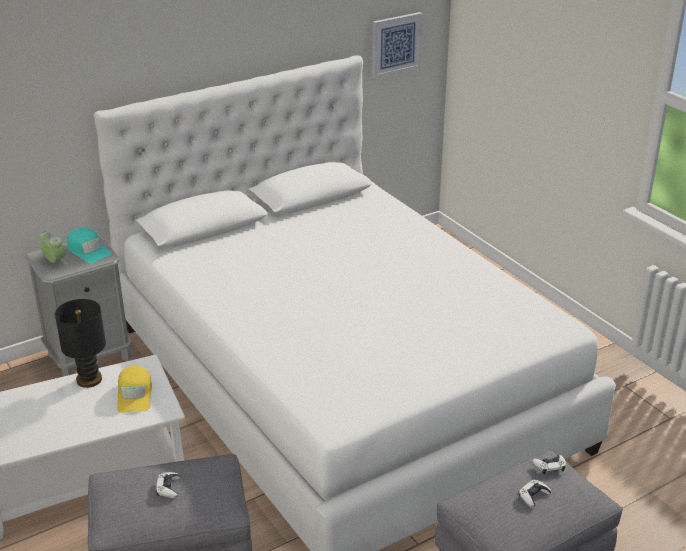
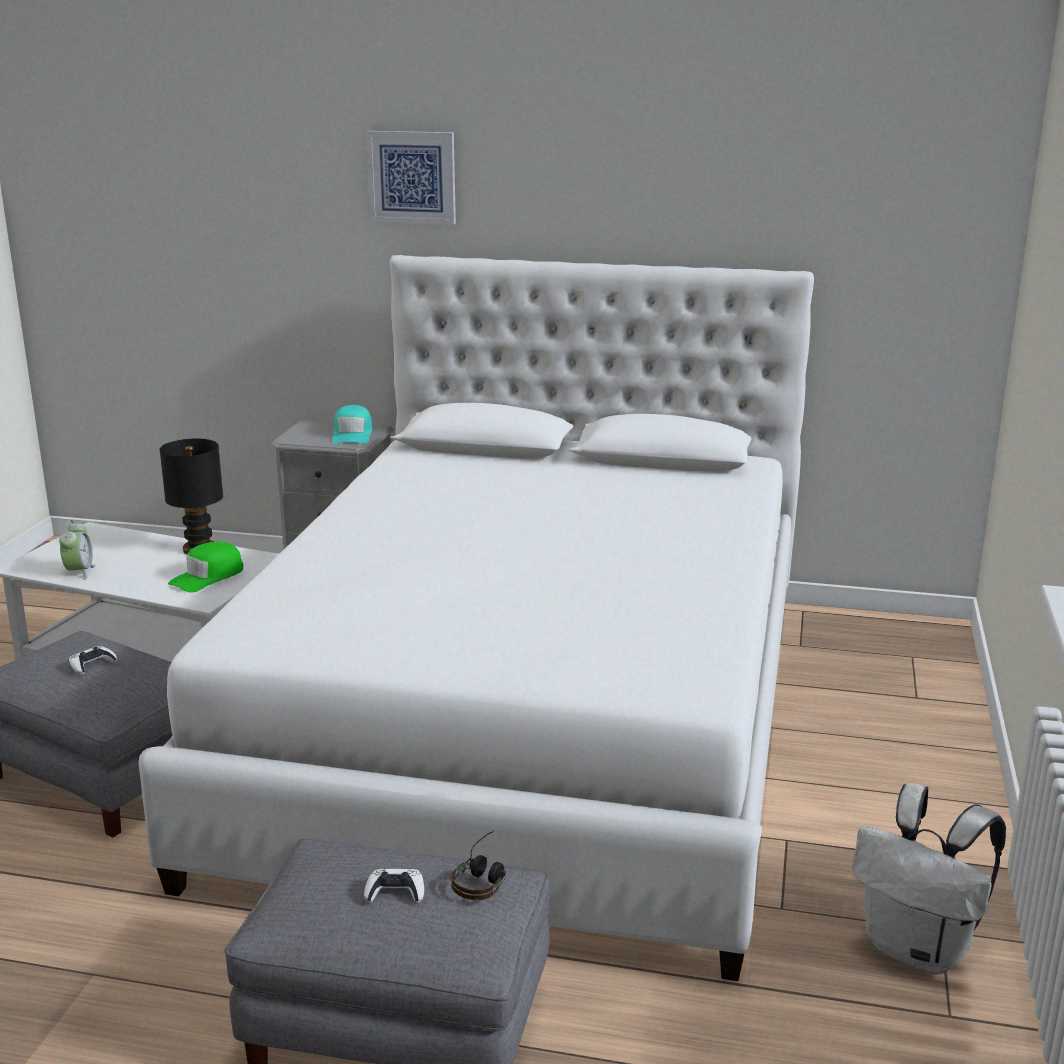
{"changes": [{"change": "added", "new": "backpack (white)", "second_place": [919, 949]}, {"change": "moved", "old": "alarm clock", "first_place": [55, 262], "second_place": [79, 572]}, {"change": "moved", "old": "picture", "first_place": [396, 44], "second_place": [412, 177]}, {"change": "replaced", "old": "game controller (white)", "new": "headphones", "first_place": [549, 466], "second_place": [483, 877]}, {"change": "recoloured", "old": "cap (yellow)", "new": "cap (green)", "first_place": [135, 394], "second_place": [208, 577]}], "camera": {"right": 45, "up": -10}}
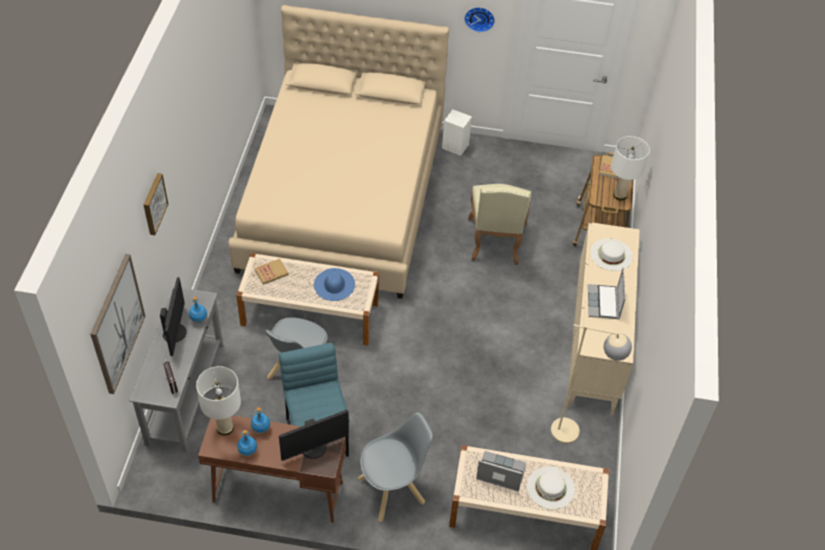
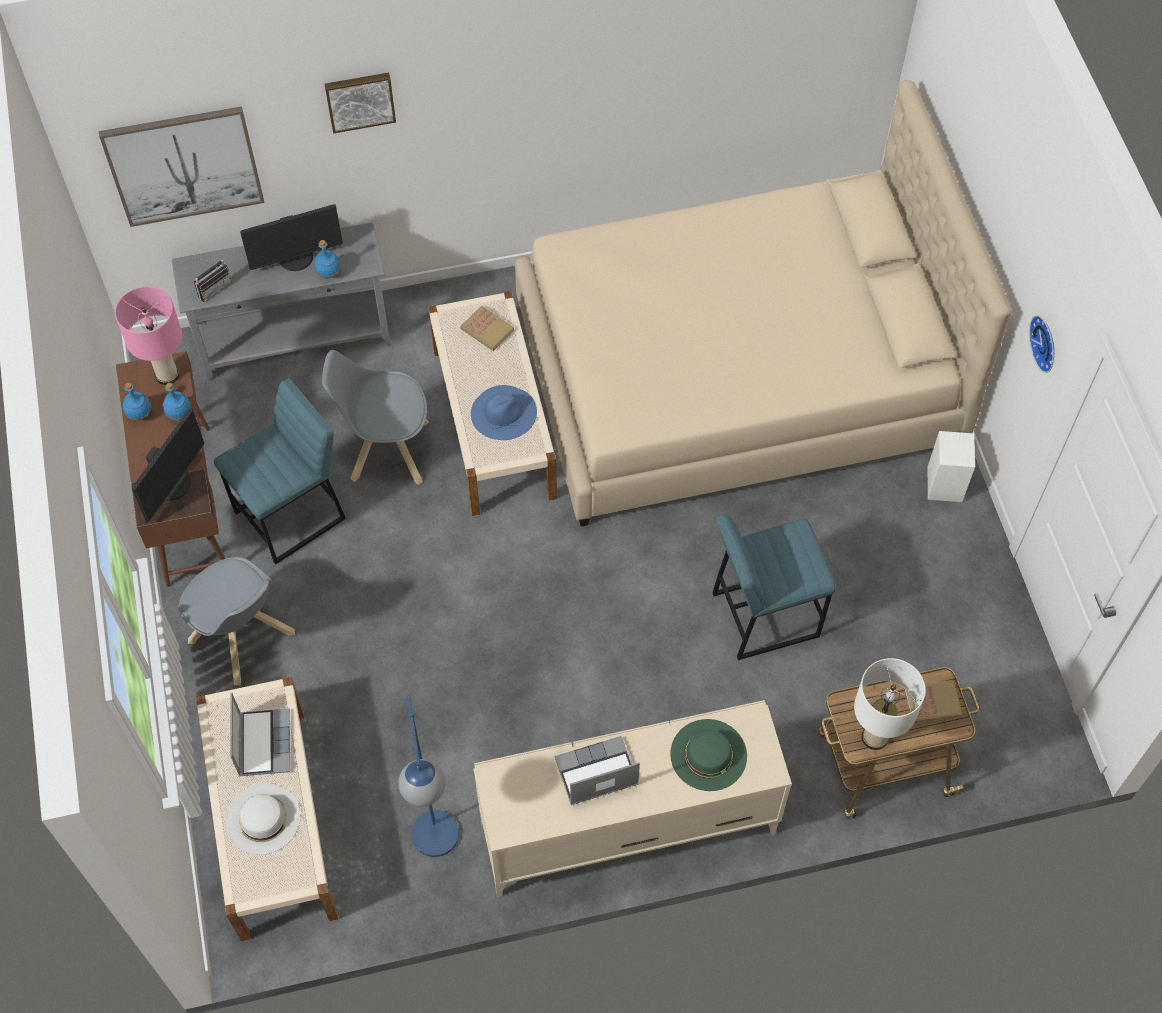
{"changes": [{"change": "replaced", "old": "chair (beige)", "new": "stool (blue)", "first_place": [495, 243], "second_place": [762, 615]}, {"change": "recoloured", "old": "table lamp (white)", "new": "table lamp (pink)", "first_place": [225, 428], "second_place": [167, 375]}, {"change": "recoloured", "old": "floor lamp (beige)", "new": "floor lamp (blue)", "first_place": [575, 433], "second_place": [438, 850]}, {"change": "recoloured", "old": "hat (white)", "new": "hat (green)", "first_place": [611, 254], "second_place": [708, 755]}, {"change": "turned", "old": "monitor", "first_place": [314, 448], "second_place": [173, 485], "degrees": -105}], "camera": {"right": 70, "up": 10}}
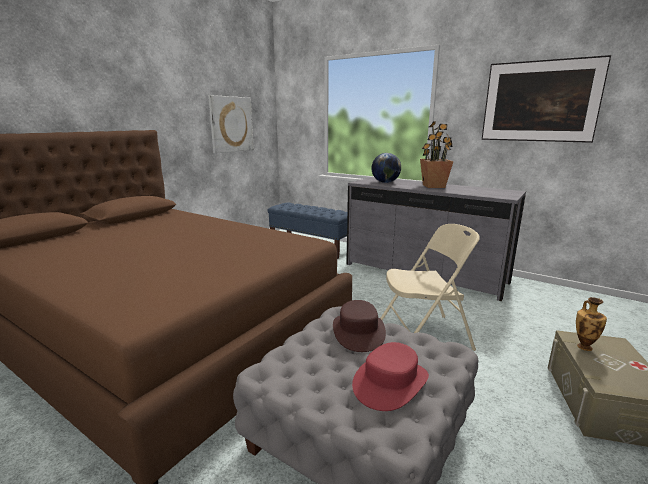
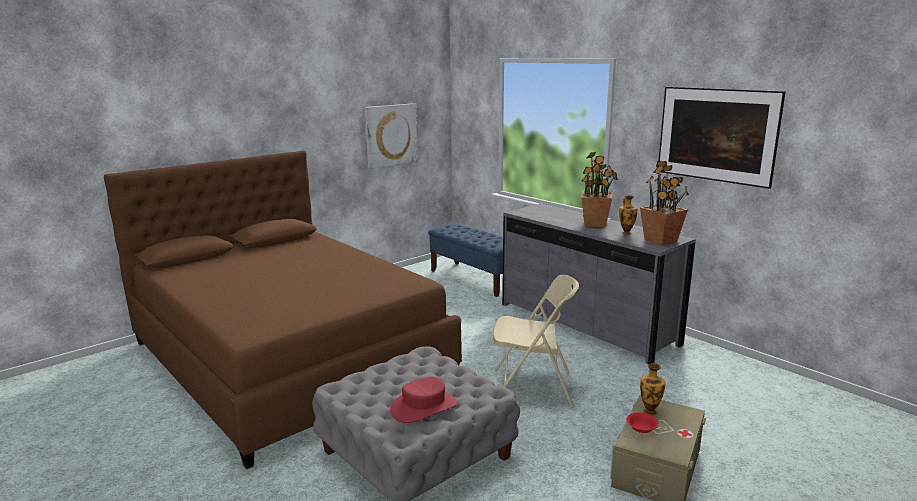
{"changes": [{"change": "removed", "old": "hat (brown)", "first_place": [358, 332]}, {"change": "removed", "old": "globe", "first_place": [385, 182]}, {"change": "added", "new": "vase", "second_place": [626, 233]}, {"change": "added", "new": "bowl (red)", "second_place": [642, 428]}, {"change": "added", "new": "potted plant", "second_place": [661, 240]}], "camera": {"right": 15, "up": 0}}
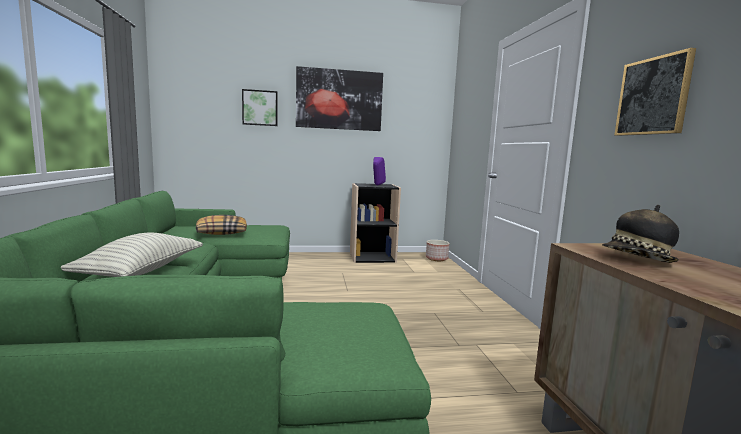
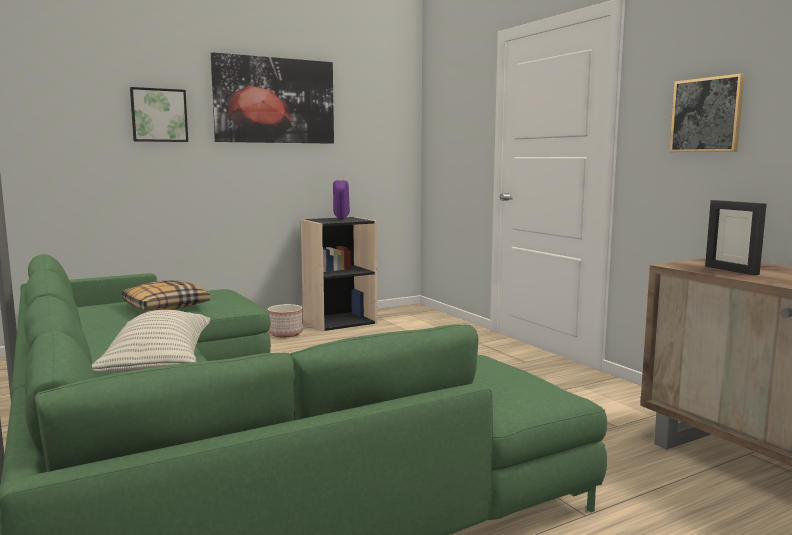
{"changes": [{"change": "moved", "old": "planter", "first_place": [436, 258], "second_place": [285, 333]}, {"change": "replaced", "old": "hat", "new": "picture frame", "first_place": [637, 260], "second_place": [732, 270]}], "camera": {"right": -20, "up": 0}}
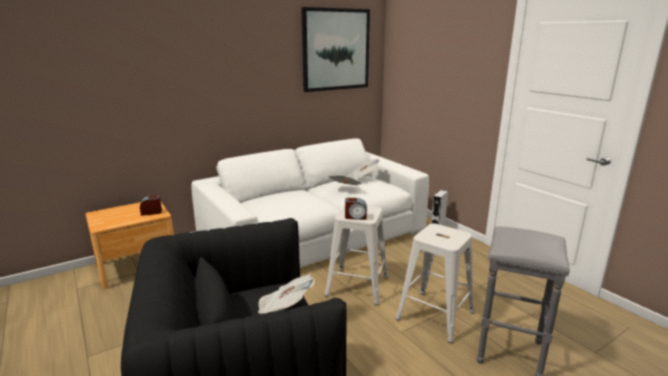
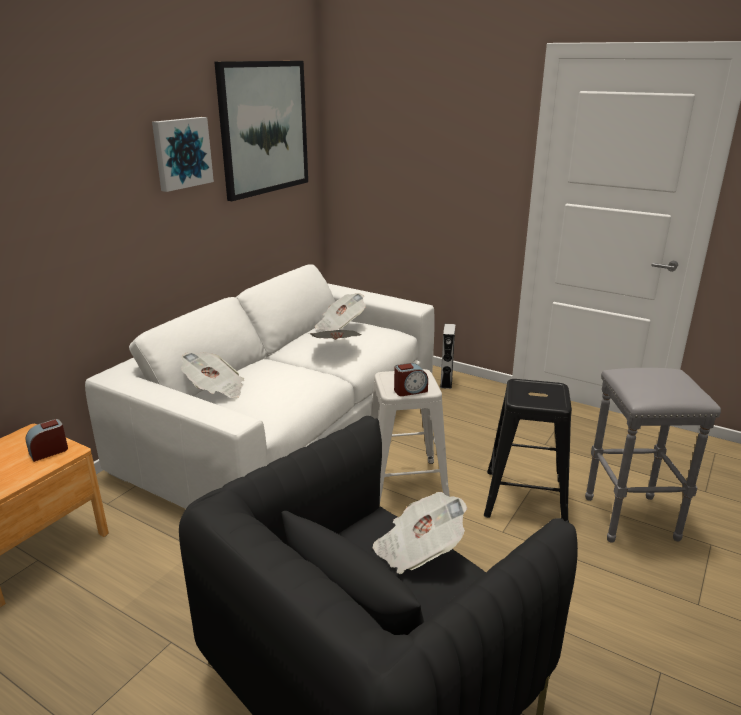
{"changes": [{"change": "added", "new": "picture", "second_place": [181, 153]}, {"change": "added", "new": "newspaper", "second_place": [215, 389]}, {"change": "recoloured", "old": "stool (white)", "new": "stool (black)", "first_place": [435, 315], "second_place": [525, 498]}], "camera": {"right": -25, "up": 5}}
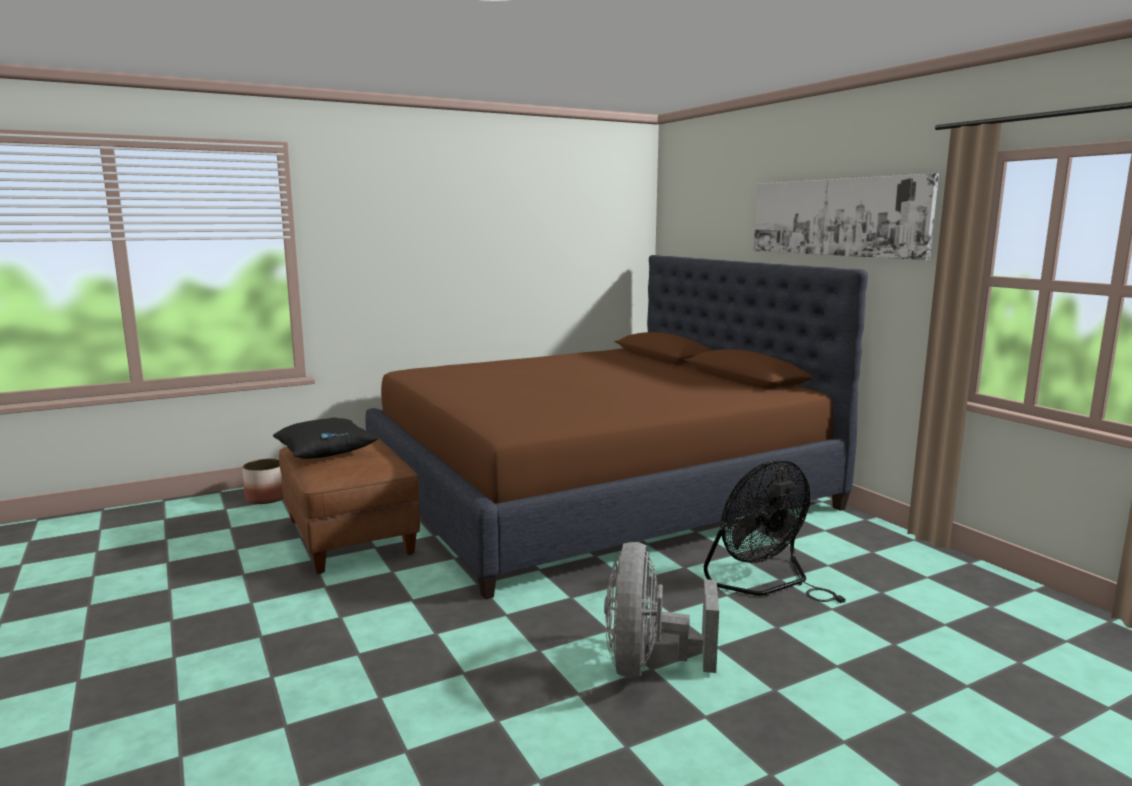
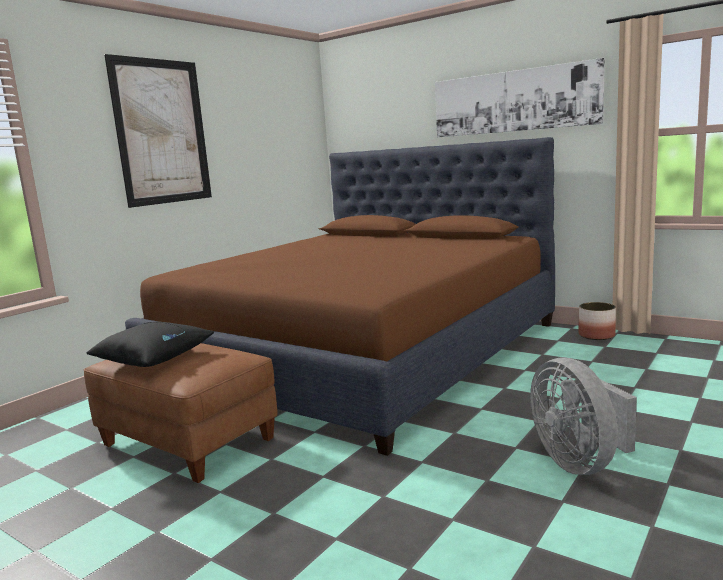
{"changes": [{"change": "removed", "old": "fan (black)", "first_place": [773, 582]}, {"change": "added", "new": "picture", "second_place": [162, 132]}, {"change": "moved", "old": "planter", "first_place": [267, 498], "second_place": [596, 335]}], "camera": {"right": -25, "up": 0}}
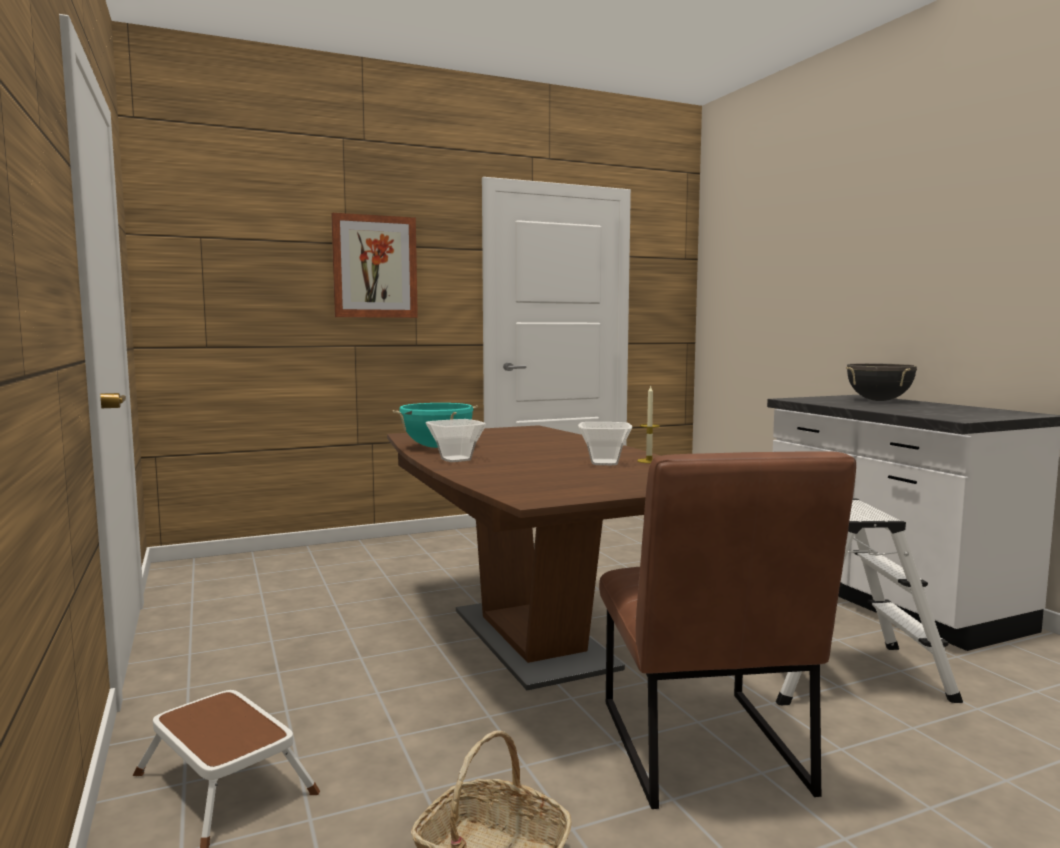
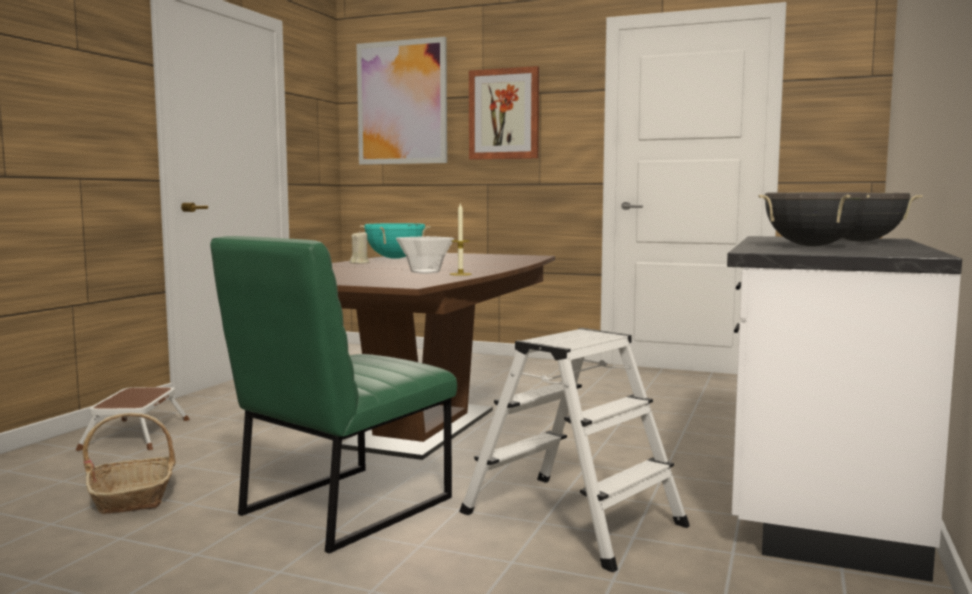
{"changes": [{"change": "added", "new": "picture", "second_place": [402, 103]}, {"change": "added", "new": "cooking pot (black)", "second_place": [811, 246]}, {"change": "replaced", "old": "bowl", "new": "candle (beige)", "first_place": [457, 459], "second_place": [360, 263]}, {"change": "recoloured", "old": "chair (brown)", "new": "chair (green)", "first_place": [702, 749], "second_place": [341, 507]}], "camera": {"right": 45, "up": 0}}
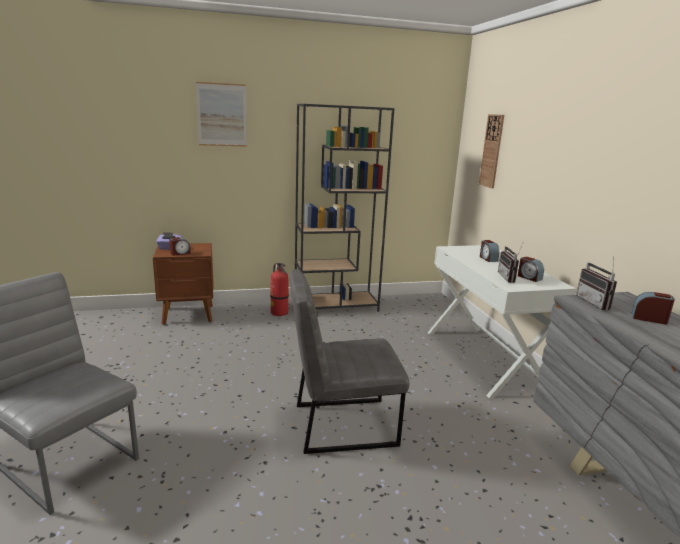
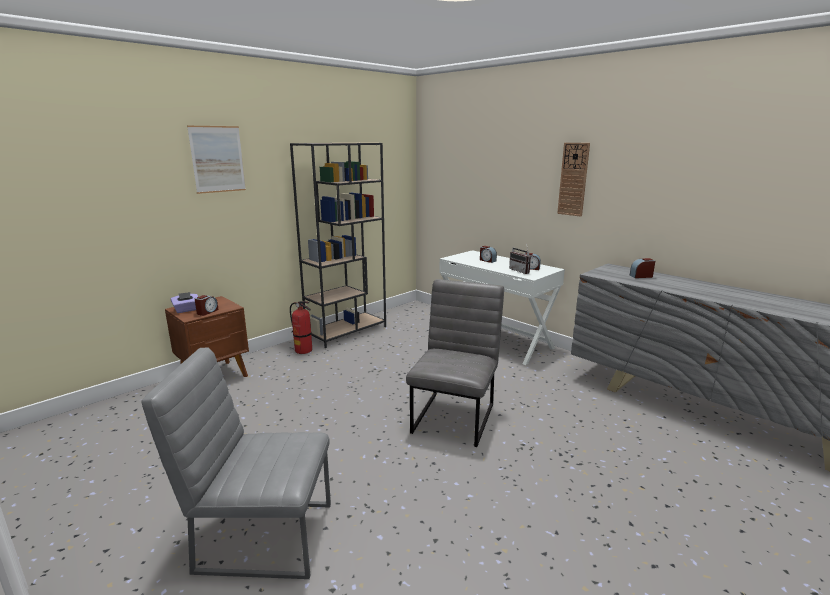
{"changes": [{"change": "removed", "old": "radio", "first_place": [597, 303]}, {"change": "moved", "old": "wall clock", "first_place": [491, 151], "second_place": [573, 179]}, {"change": "turned", "old": "chair (grey)", "first_place": [341, 424], "second_place": [455, 416], "degrees": 150}], "camera": {"right": -30, "up": 0}}
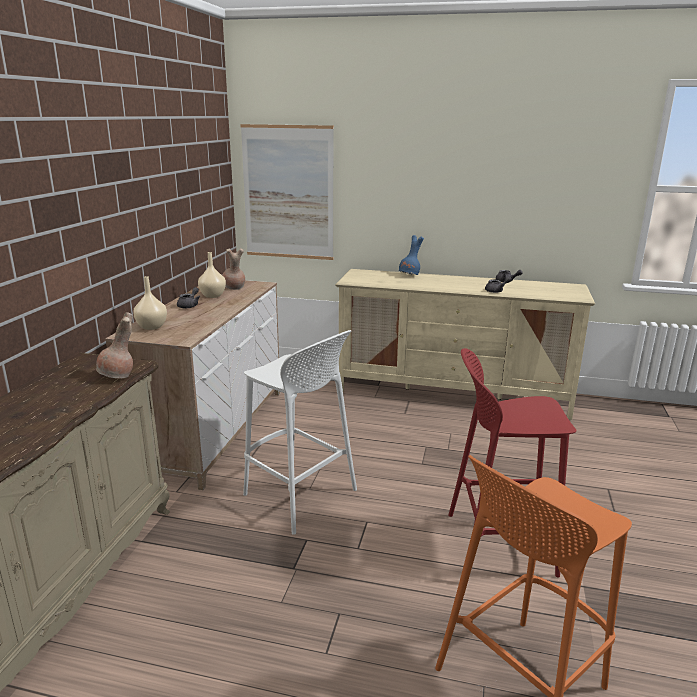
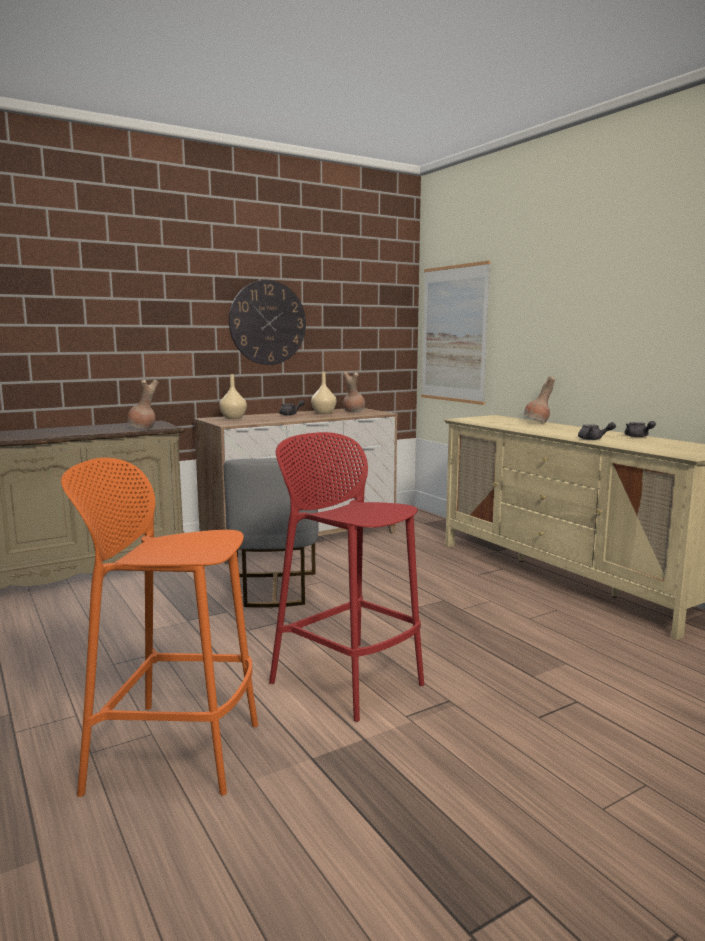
{"changes": [{"change": "added", "new": "wall clock", "second_place": [267, 323]}, {"change": "replaced", "old": "stool (white)", "new": "chair (grey)", "first_place": [299, 496], "second_place": [274, 589]}, {"change": "recoloured", "old": "vase (blue)", "new": "vase (brown)", "first_place": [410, 275], "second_place": [537, 423]}], "camera": {"right": 45, "up": -10}}
